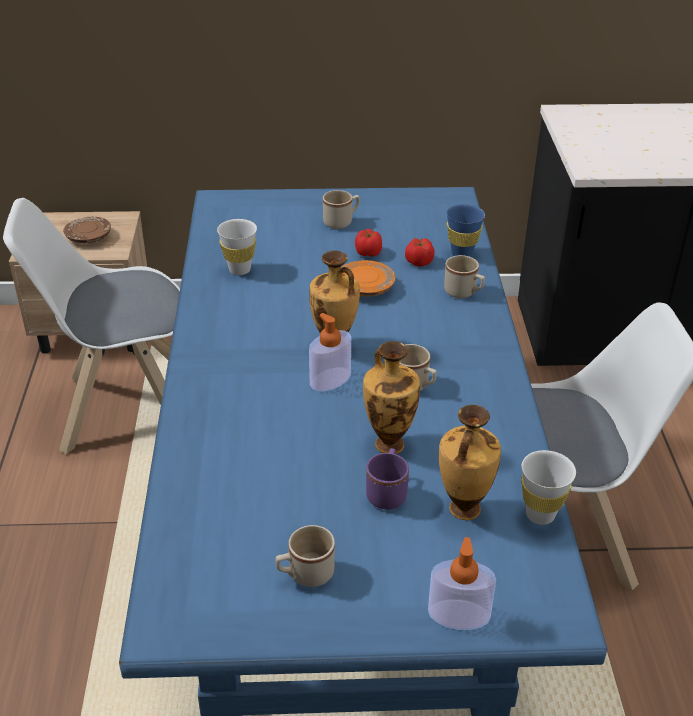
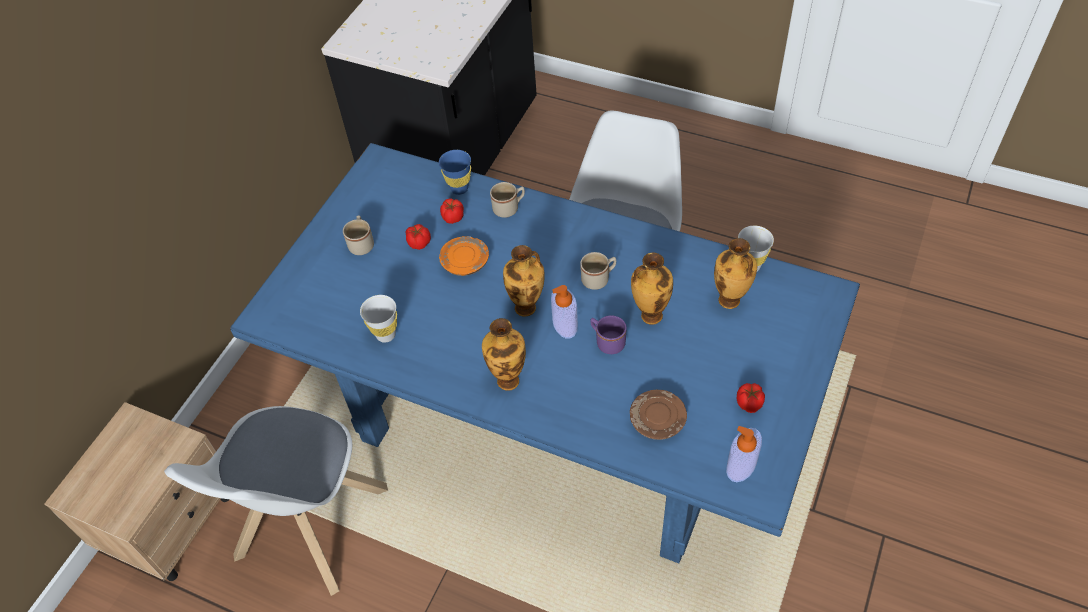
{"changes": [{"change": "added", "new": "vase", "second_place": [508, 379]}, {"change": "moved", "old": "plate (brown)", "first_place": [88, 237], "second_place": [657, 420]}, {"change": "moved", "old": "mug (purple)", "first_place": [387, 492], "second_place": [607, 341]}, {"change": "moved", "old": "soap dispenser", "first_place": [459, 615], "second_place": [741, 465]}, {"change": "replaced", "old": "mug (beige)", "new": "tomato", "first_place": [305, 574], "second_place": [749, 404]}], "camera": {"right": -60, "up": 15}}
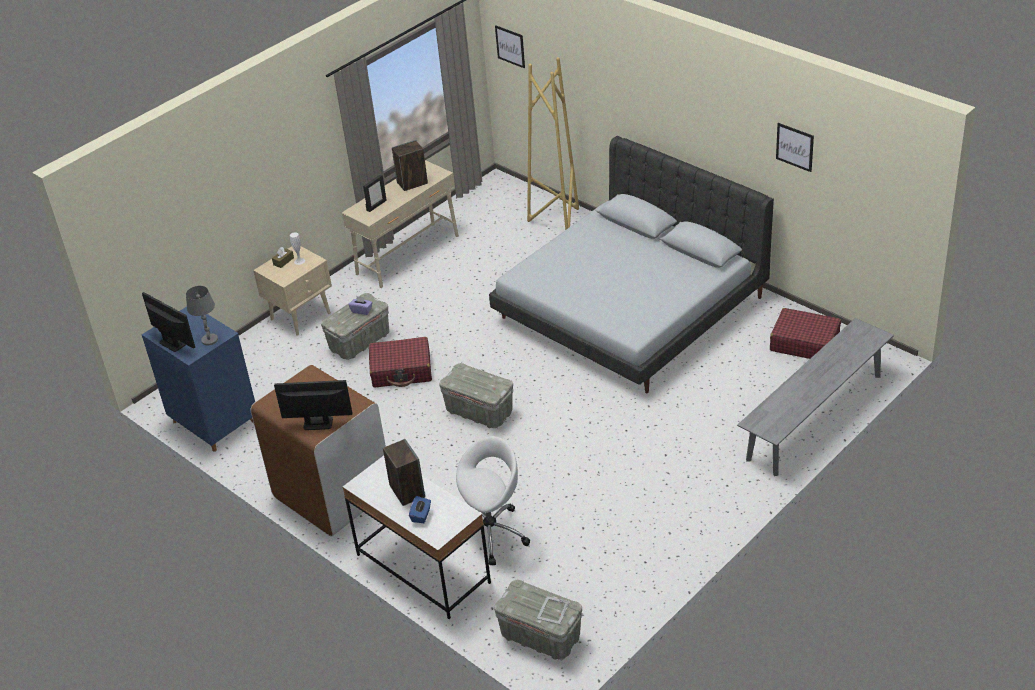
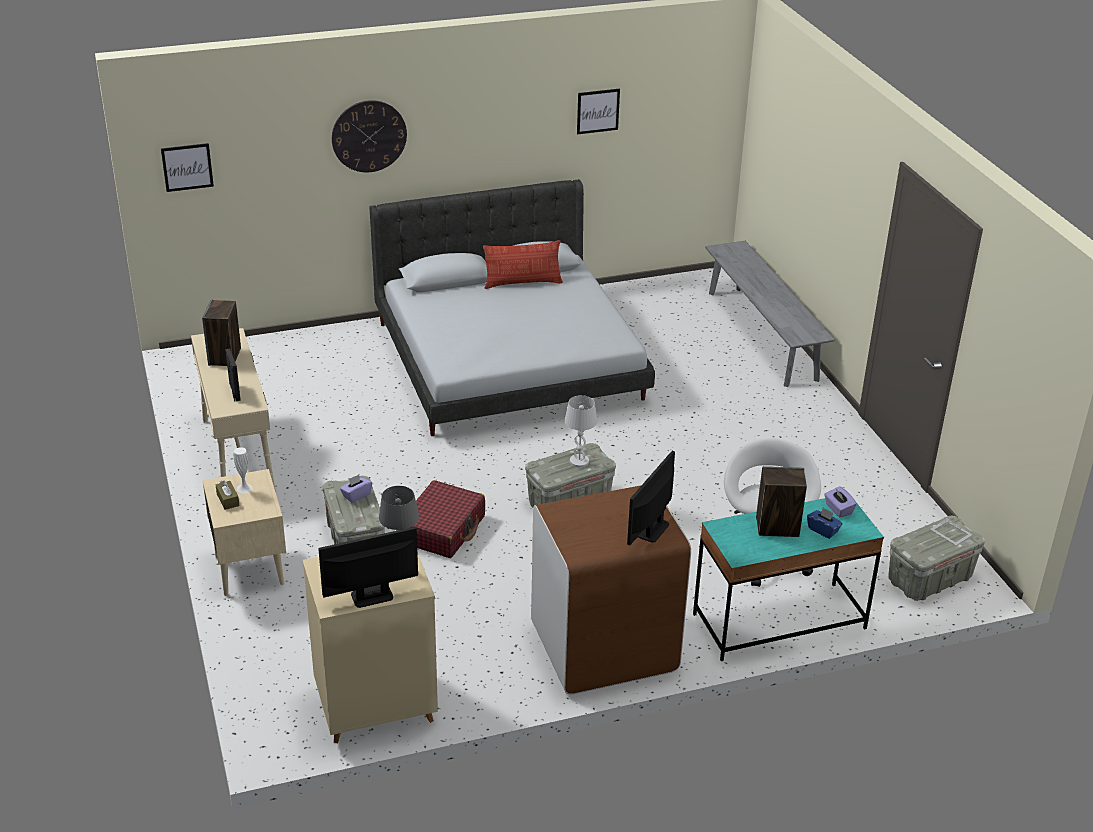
{"changes": [{"change": "removed", "old": "clothes rack (yellow)", "first_place": [558, 223]}, {"change": "removed", "old": "suitcase (red)", "first_place": [804, 343]}, {"change": "added", "new": "wall clock", "second_place": [369, 136]}, {"change": "added", "new": "pillow", "second_place": [522, 283]}, {"change": "added", "new": "table lamp (white)", "second_place": [579, 461]}, {"change": "added", "new": "tissue box (purple)", "second_place": [838, 509]}, {"change": "recoloured", "old": "dresser (blue)", "new": "dresser (beige)", "first_place": [214, 422], "second_place": [374, 704]}, {"change": "recoloured", "old": "desk (white)", "new": "desk (turquoise)", "first_place": [423, 568], "second_place": [779, 621]}], "camera": {"right": -65, "up": -5}}
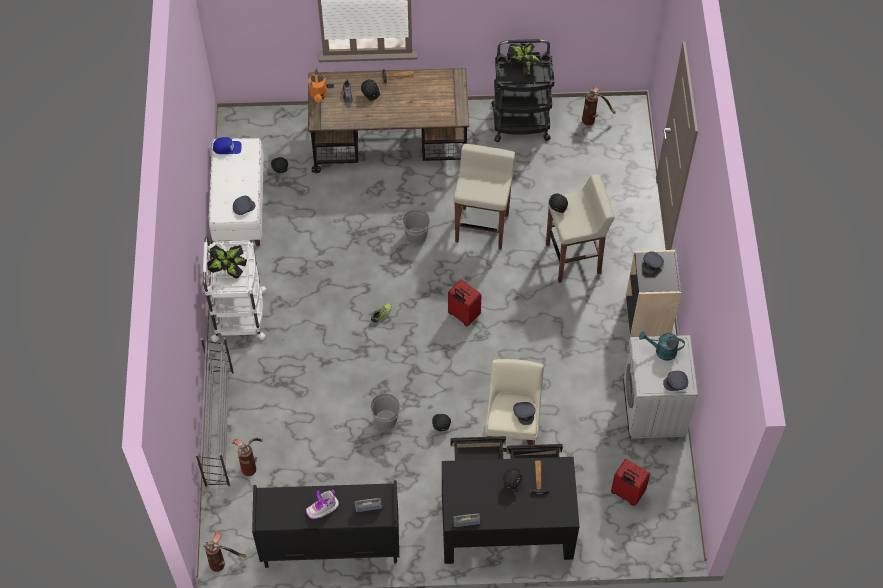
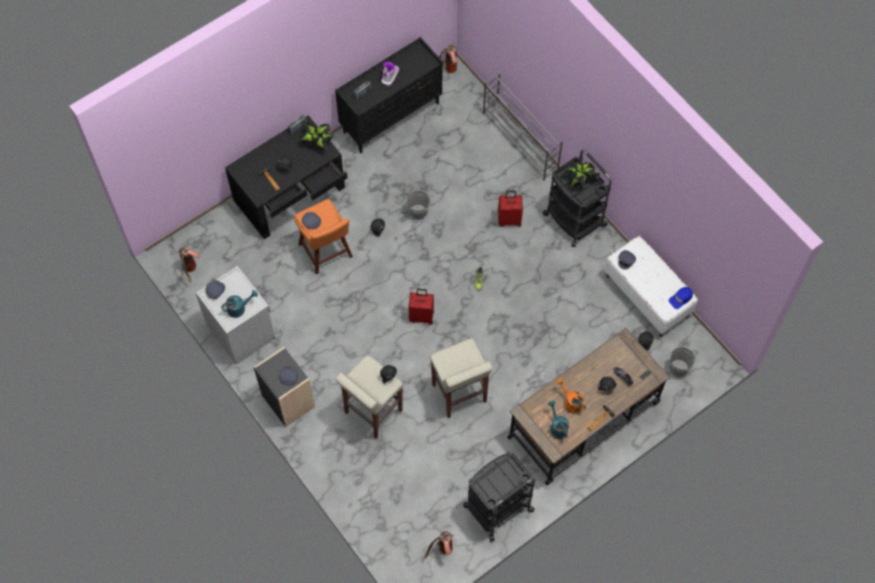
{"changes": [{"change": "added", "new": "watering can (turquoise)", "second_place": [557, 427]}, {"change": "moved", "old": "fire extinguisher", "first_place": [250, 463], "second_place": [191, 270]}, {"change": "moved", "old": "watering can (orange)", "first_place": [318, 95], "second_place": [571, 402]}, {"change": "moved", "old": "bucket (grey)", "first_place": [416, 236], "second_place": [678, 368]}, {"change": "moved", "old": "potted plant", "first_place": [523, 68], "second_place": [317, 143]}, {"change": "moved", "old": "suitcase (red)", "first_place": [626, 493], "second_place": [509, 219]}, {"change": "recoloured", "old": "cart (white)", "new": "cart (black)", "first_place": [240, 315], "second_place": [574, 219]}, {"change": "recoloured", "old": "stool (beige)", "new": "stool (orange)", "first_place": [512, 436], "second_place": [326, 252]}], "camera": {"right": 145, "up": 5}}
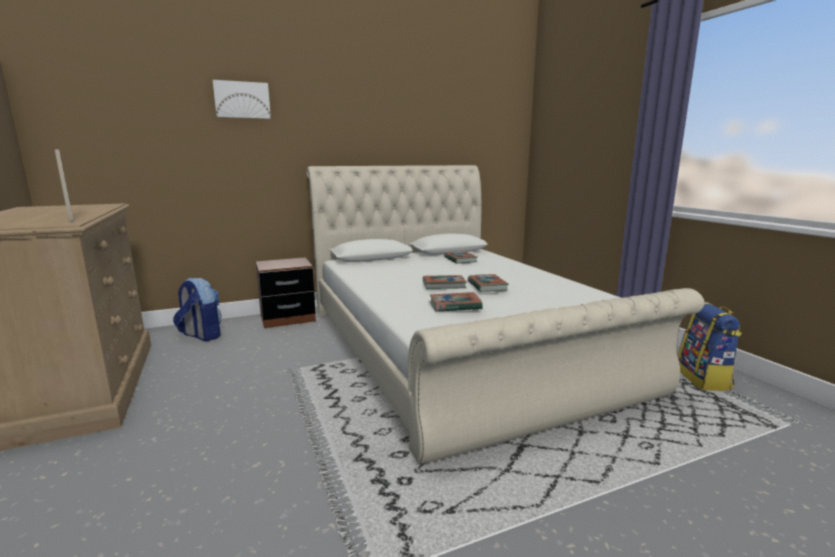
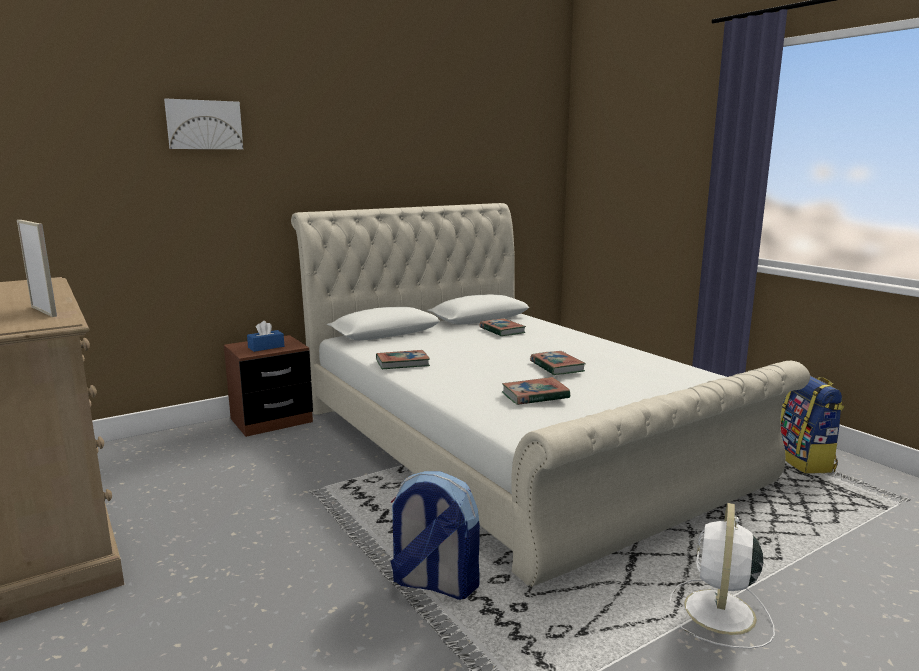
{"changes": [{"change": "added", "new": "tissue box (blue)", "second_place": [266, 347]}, {"change": "added", "new": "fan (white)", "second_place": [719, 614]}, {"change": "moved", "old": "backpack", "first_place": [201, 335], "second_place": [434, 584]}, {"change": "moved", "old": "book", "first_place": [444, 285], "second_place": [402, 363]}], "camera": {"right": -10, "up": 0}}
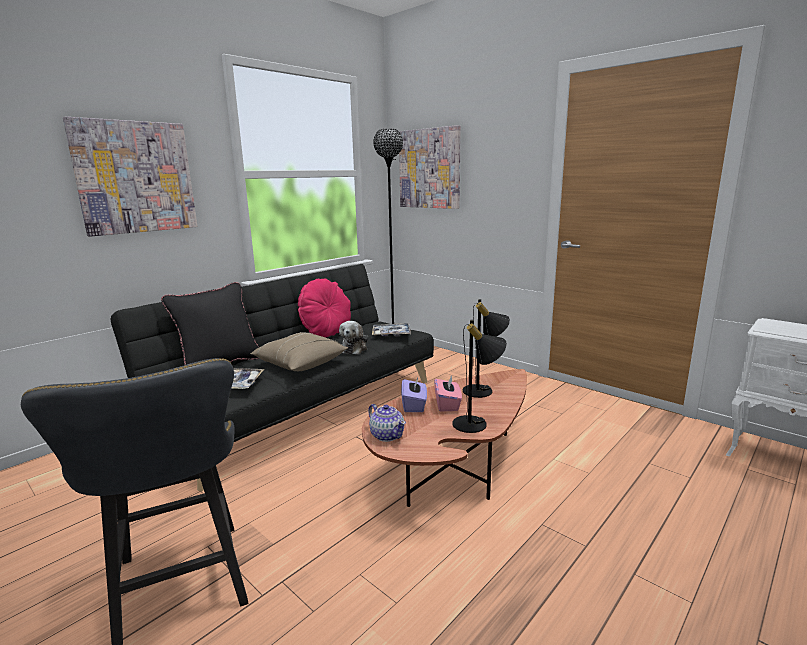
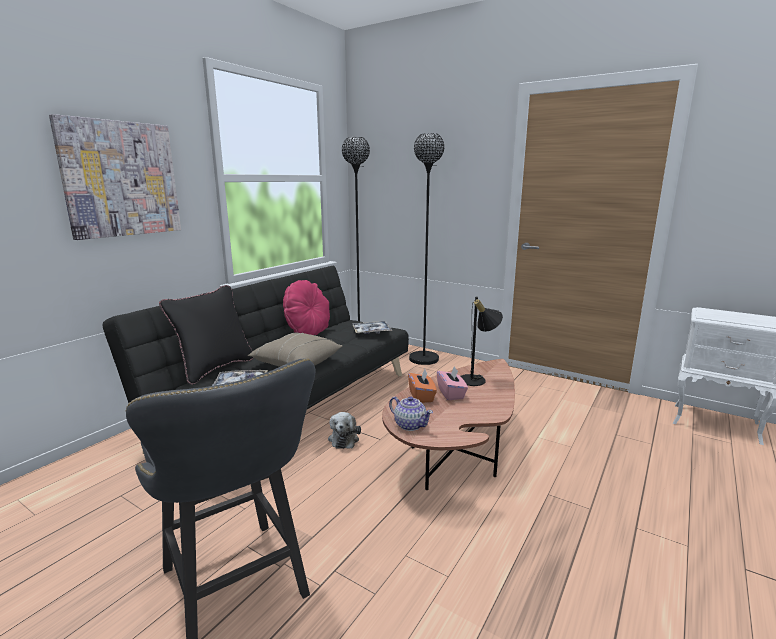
{"changes": [{"change": "removed", "old": "picture", "first_place": [429, 168]}, {"change": "removed", "old": "table lamp (black)", "first_place": [476, 424]}, {"change": "added", "new": "floor lamp (black)", "second_place": [424, 359]}, {"change": "moved", "old": "plush toy", "first_place": [354, 348], "second_place": [344, 438]}, {"change": "recoloured", "old": "tissue box (purple)", "new": "tissue box (orange)", "first_place": [414, 405], "second_place": [421, 396]}], "camera": {"right": -10, "up": 0}}
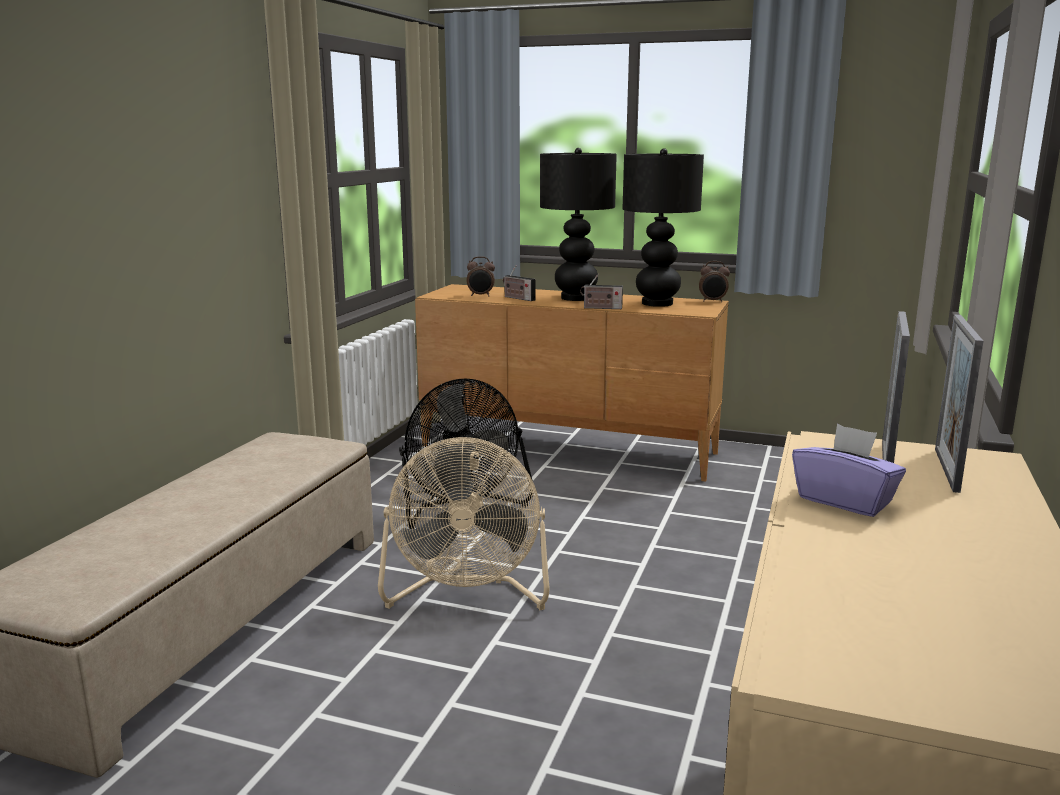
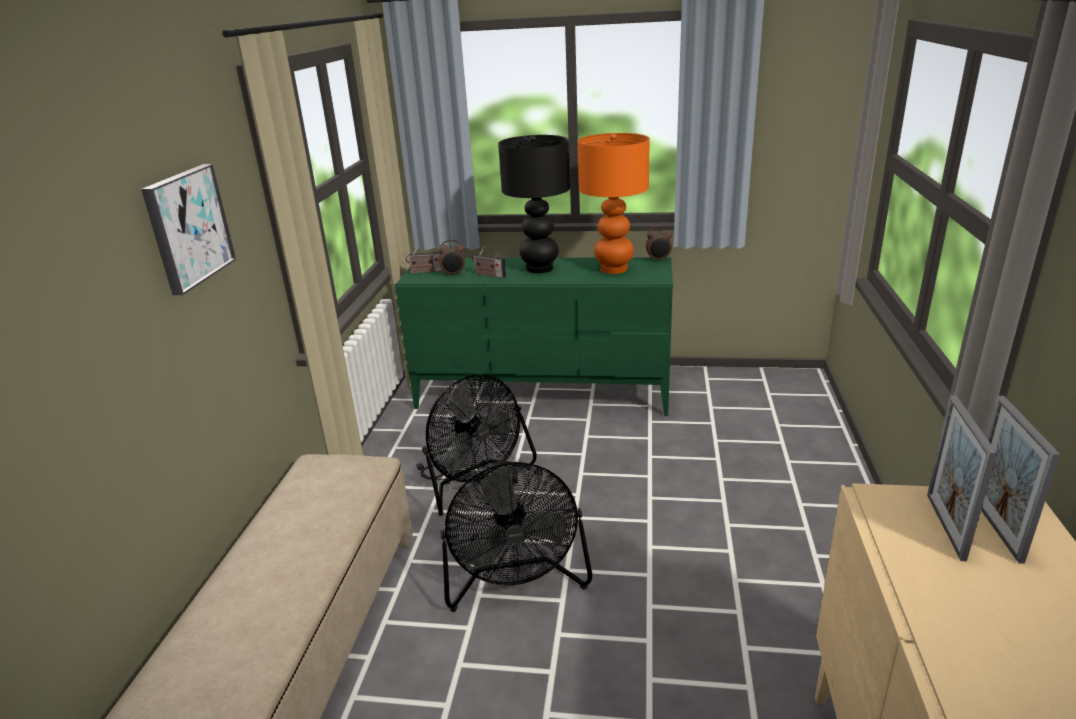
{"changes": [{"change": "removed", "old": "tissue box (purple)", "first_place": [844, 501]}, {"change": "added", "new": "picture", "second_place": [187, 227]}, {"change": "moved", "old": "radio", "first_place": [600, 308], "second_place": [425, 271]}, {"change": "recoloured", "old": "fan (beige)", "new": "fan (black)", "first_place": [462, 592], "second_place": [510, 580]}, {"change": "recoloured", "old": "dresser (brown)", "new": "dresser (green)", "first_place": [569, 449], "second_place": [543, 394]}, {"change": "recoloured", "old": "table lamp (black)", "new": "table lamp (orange)", "first_place": [657, 303], "second_place": [614, 269]}], "camera": {"right": -10, "up": 10}}
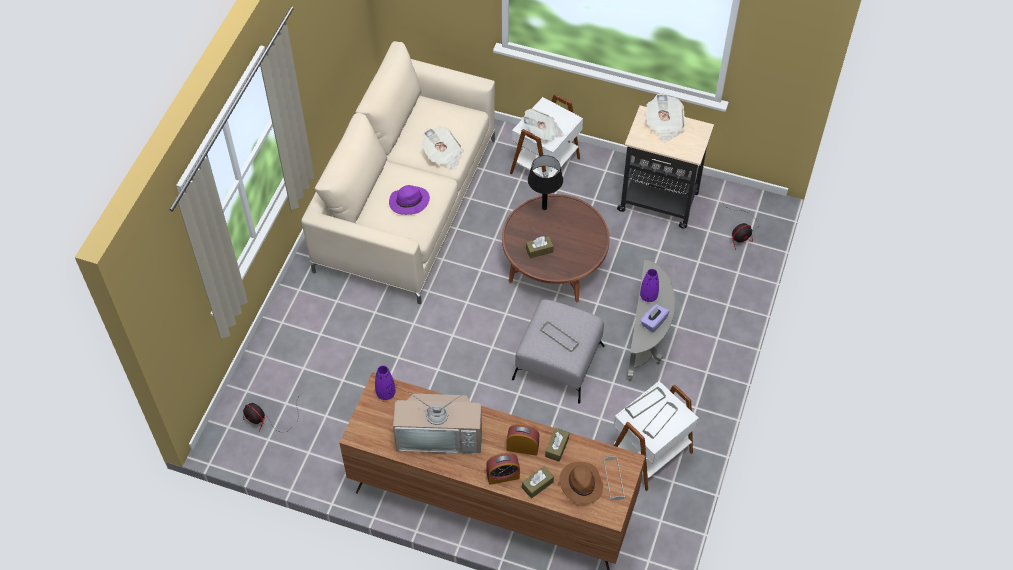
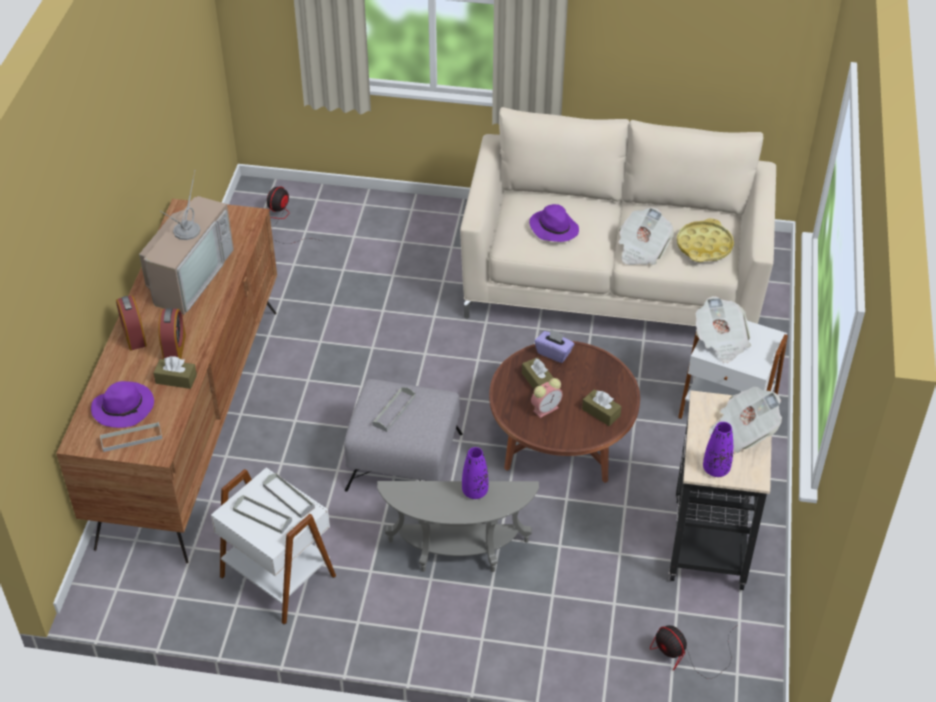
{"changes": [{"change": "removed", "old": "table lamp (black)", "first_place": [544, 208]}, {"change": "added", "new": "alarm clock", "second_place": [546, 408]}, {"change": "added", "new": "tray (yellow)", "second_place": [704, 246]}, {"change": "moved", "old": "vase (purple)", "first_place": [386, 393], "second_place": [716, 469]}, {"change": "moved", "old": "tissue box (brown)", "first_place": [537, 485], "second_place": [601, 412]}, {"change": "moved", "old": "tissue box (purple)", "first_place": [653, 322], "second_place": [554, 353]}, {"change": "recoloured", "old": "hat (brown)", "new": "hat (purple)", "first_place": [580, 484], "second_place": [124, 407]}, {"change": "turned", "old": "television", "first_place": [440, 434], "second_place": [188, 275], "degrees": -150}], "camera": {"right": 80, "up": -10}}
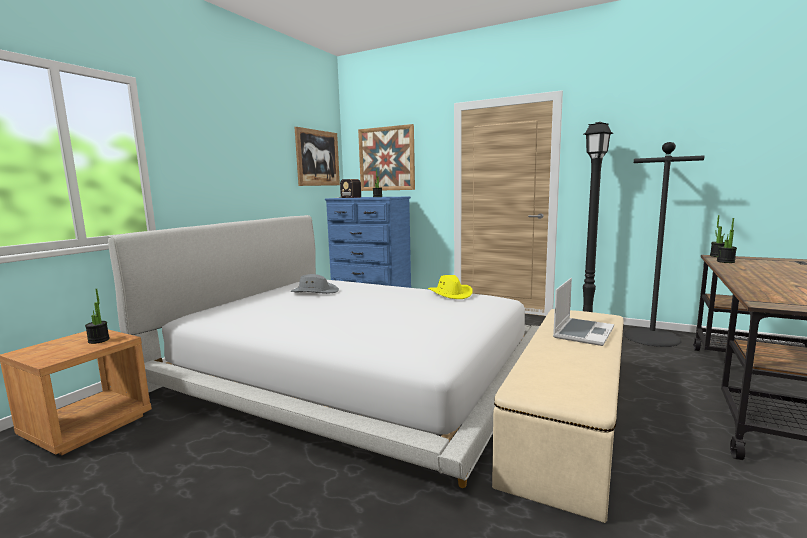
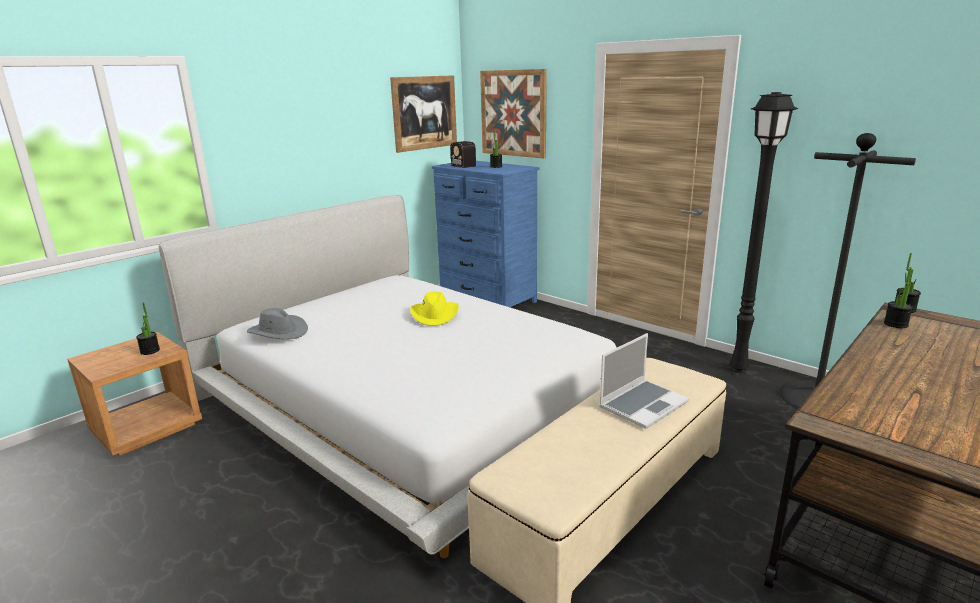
{"changes": [{"change": "moved", "old": "hat (grey)", "first_place": [314, 292], "second_place": [279, 332]}, {"change": "moved", "old": "hat (yellow)", "first_place": [451, 294], "second_place": [435, 315]}], "camera": {"right": 15, "up": 10}}
